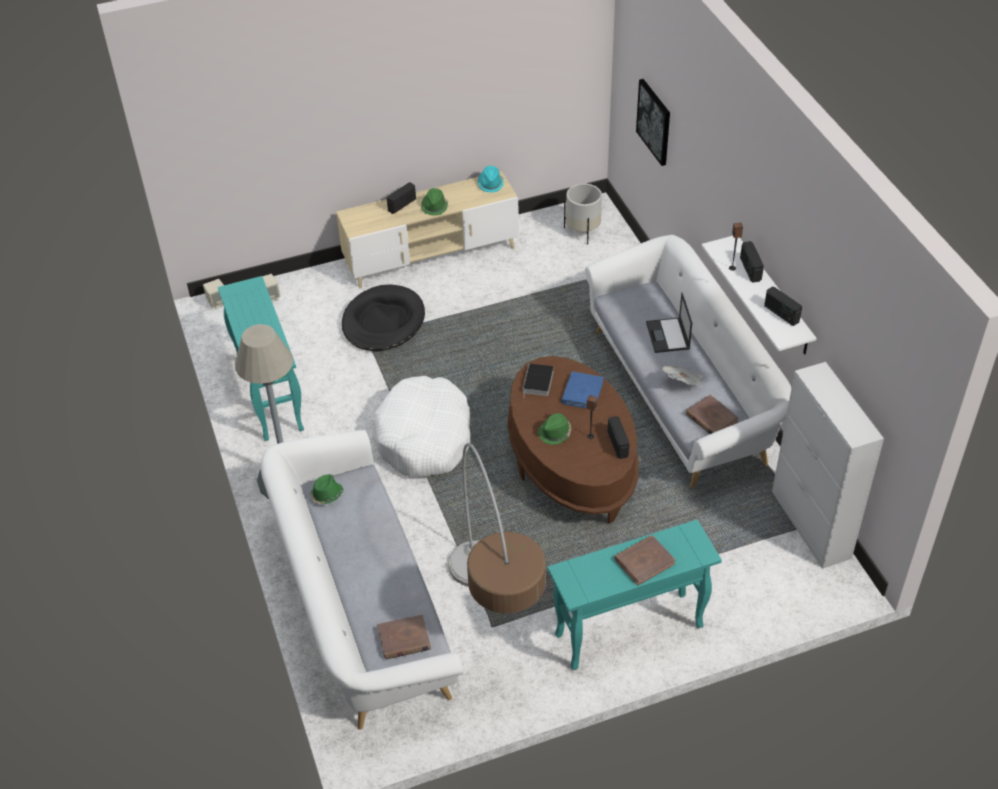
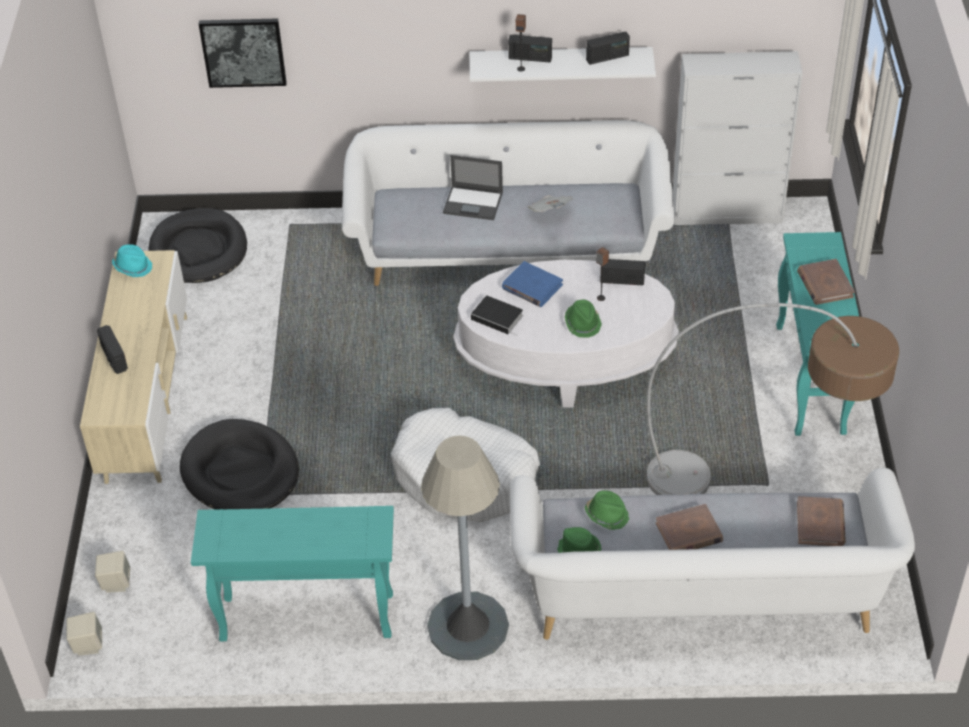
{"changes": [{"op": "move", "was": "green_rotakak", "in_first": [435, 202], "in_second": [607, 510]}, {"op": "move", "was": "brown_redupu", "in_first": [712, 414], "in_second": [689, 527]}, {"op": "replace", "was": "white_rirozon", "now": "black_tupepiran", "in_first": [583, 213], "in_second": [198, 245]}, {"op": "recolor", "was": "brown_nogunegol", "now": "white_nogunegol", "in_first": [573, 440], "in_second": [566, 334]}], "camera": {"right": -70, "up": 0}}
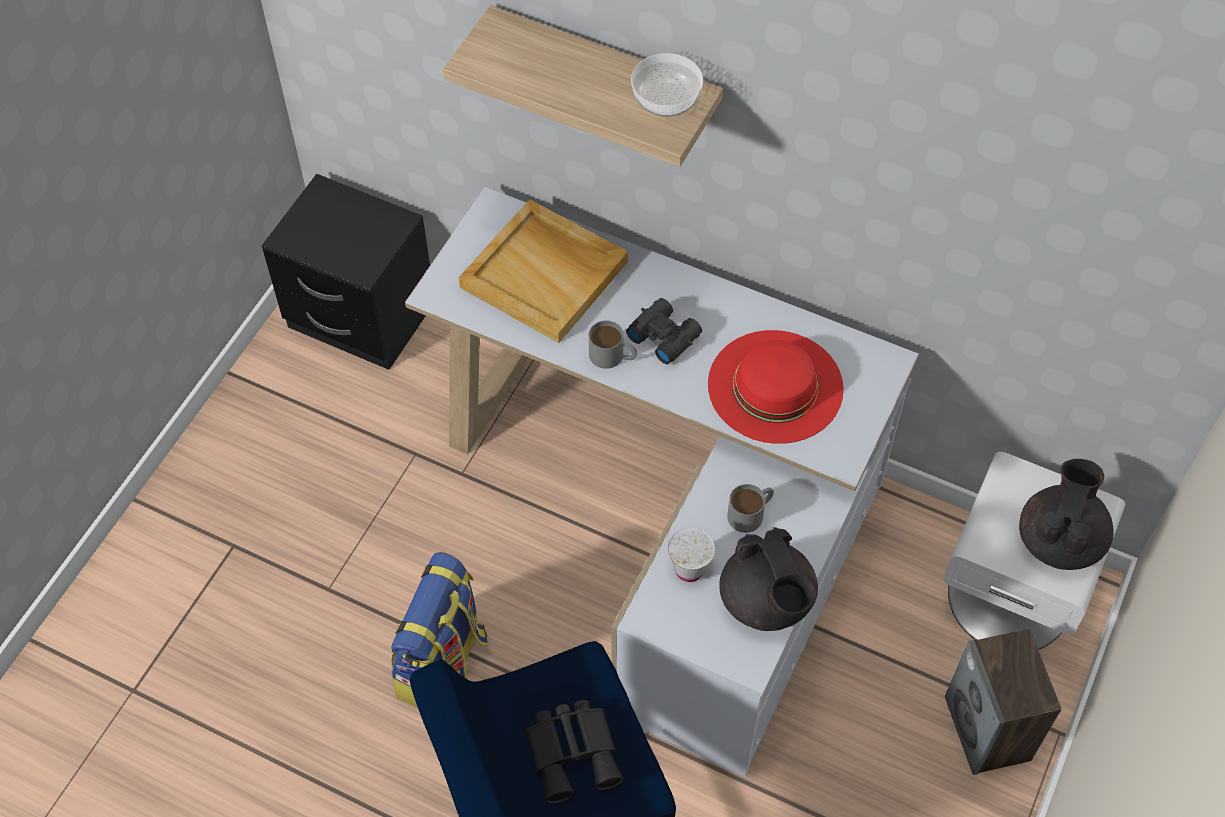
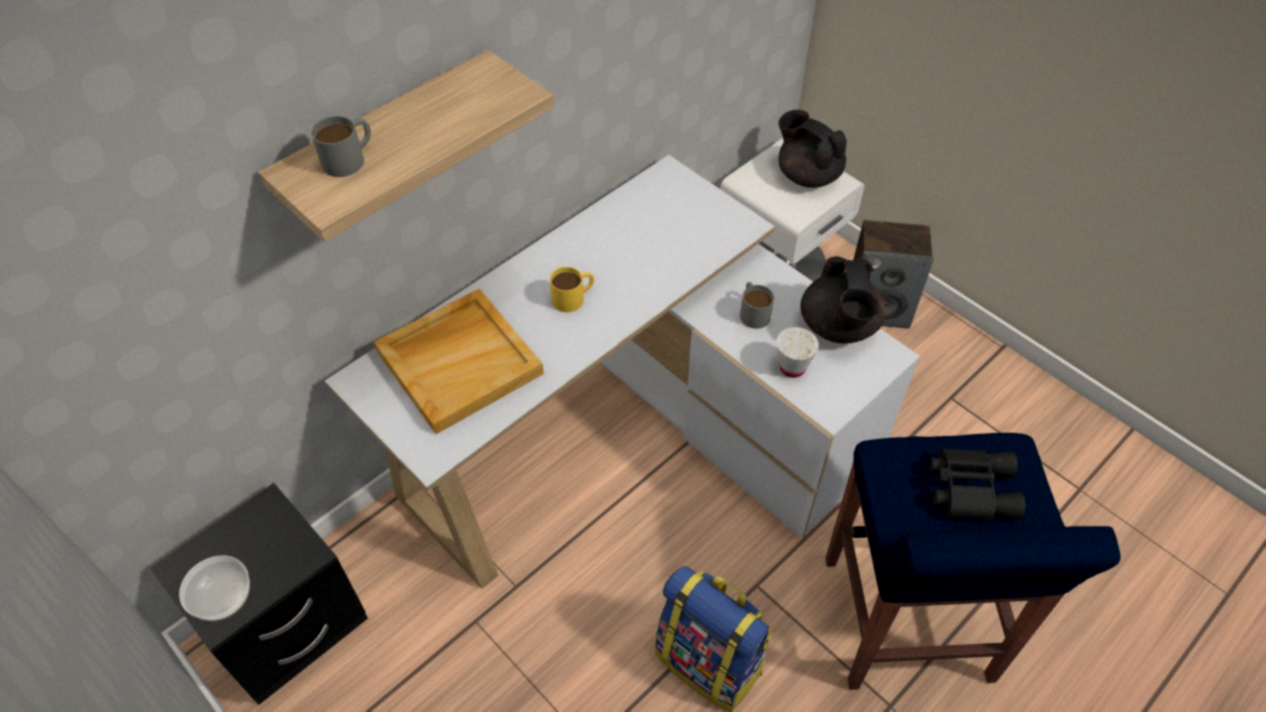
{"changes": [{"op": "delete", "was": "red_rotakak", "in_first": [776, 387]}, {"op": "move", "was": "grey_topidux", "in_first": [613, 345], "in_second": [341, 146]}, {"op": "move", "was": "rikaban", "in_first": [667, 85], "in_second": [214, 588]}, {"op": "replace", "was": "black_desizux", "now": "yellow_topidux", "in_first": [664, 331], "in_second": [572, 289]}, {"op": "rotate", "was": "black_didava", "in_first": [768, 579], "in_second": [842, 300], "clockwise": 90}], "camera": {"right": -70, "up": -5}}
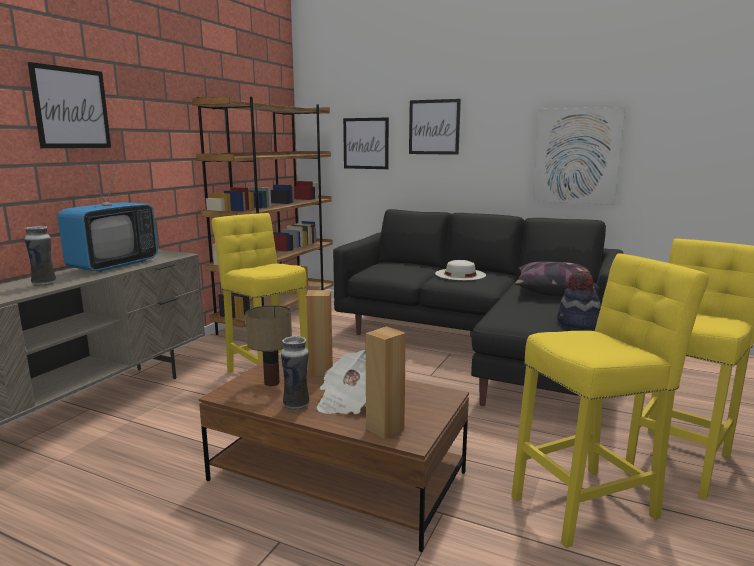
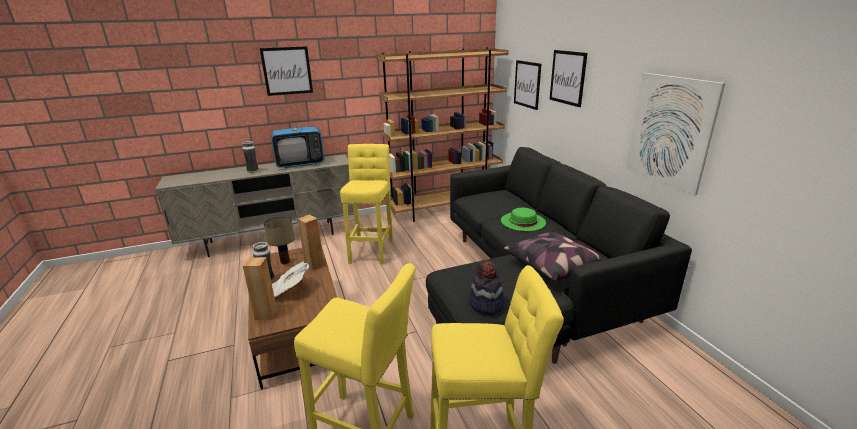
{"changes": [{"op": "recolor", "was": "white_rotakak", "now": "green_rotakak", "in_first": [460, 270], "in_second": [523, 219]}], "camera": {"right": 45, "up": 10}}
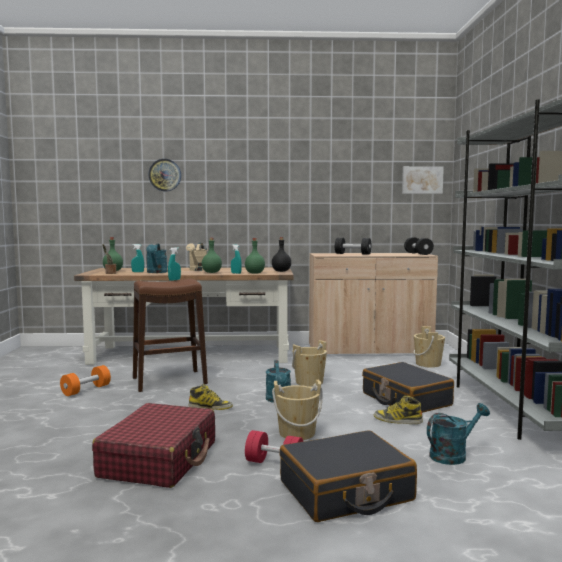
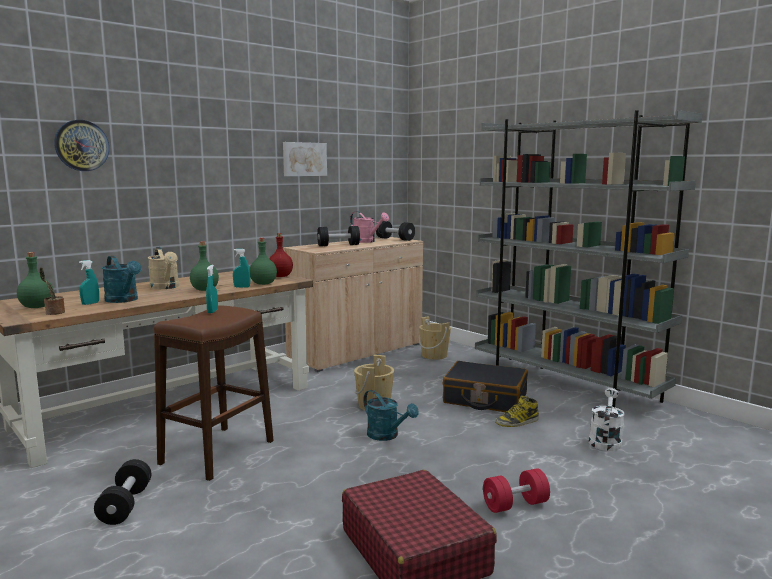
{"changes": [{"op": "delete", "was": "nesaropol", "in_first": [211, 397]}, {"op": "delete", "was": "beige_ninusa", "in_first": [297, 410]}, {"op": "delete", "was": "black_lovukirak", "in_first": [348, 476]}, {"op": "insert", "now": "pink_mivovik", "in_second": [369, 227]}, {"op": "move", "was": "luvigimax", "in_first": [423, 180], "in_second": [305, 159]}, {"op": "recolor", "was": "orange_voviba", "now": "black_voviba", "in_first": [85, 380], "in_second": [122, 492]}, {"op": "recolor", "was": "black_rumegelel", "now": "red_rumegelel", "in_first": [281, 254], "in_second": [281, 255]}, {"op": "recolor", "was": "turquoise_mivovik", "now": "white_mivovik", "in_first": [458, 434], "in_second": [607, 419]}], "camera": {"right": -40, "up": 5}}
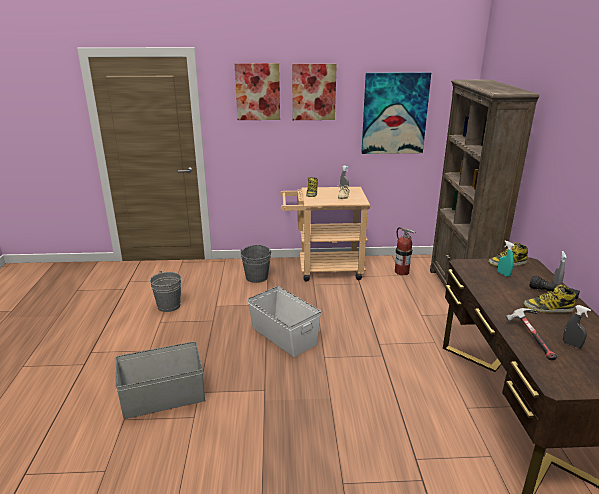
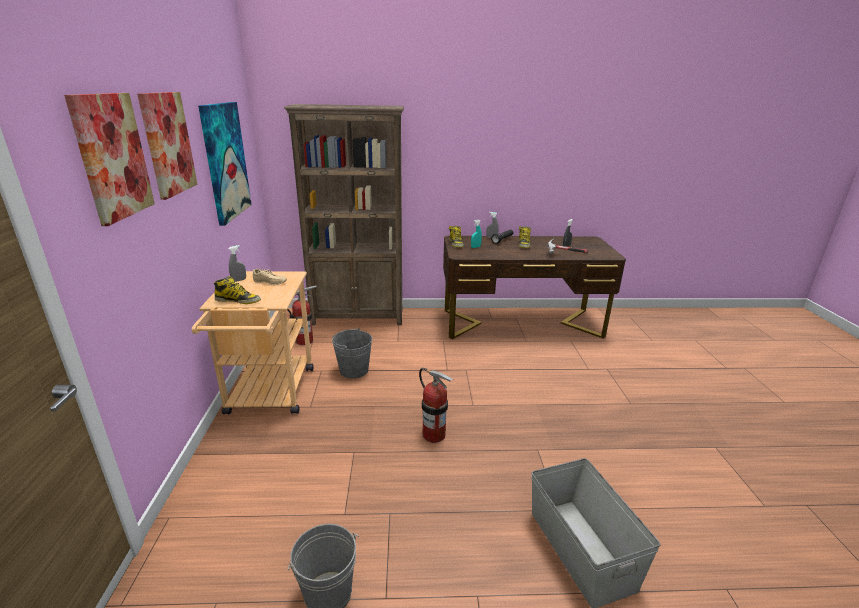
{"changes": [{"op": "move", "was": "grey_ninusa", "in_first": [255, 264], "in_second": [352, 353]}, {"op": "replace", "was": "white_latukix", "now": "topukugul", "in_first": [284, 321], "in_second": [436, 405]}], "camera": {"right": -90, "up": 0}}
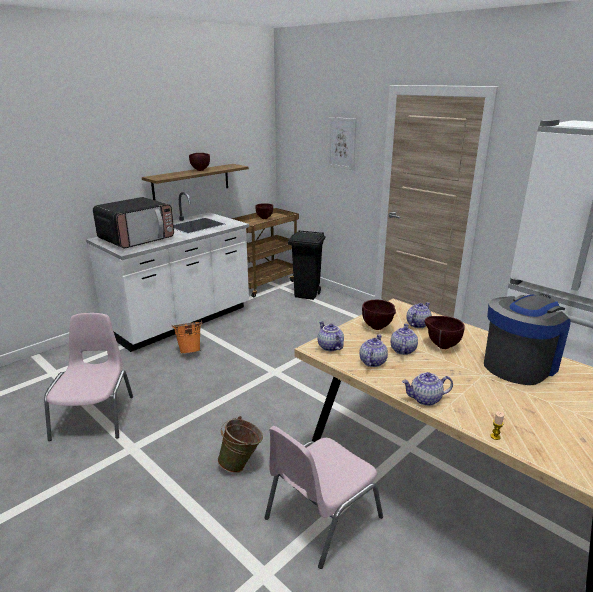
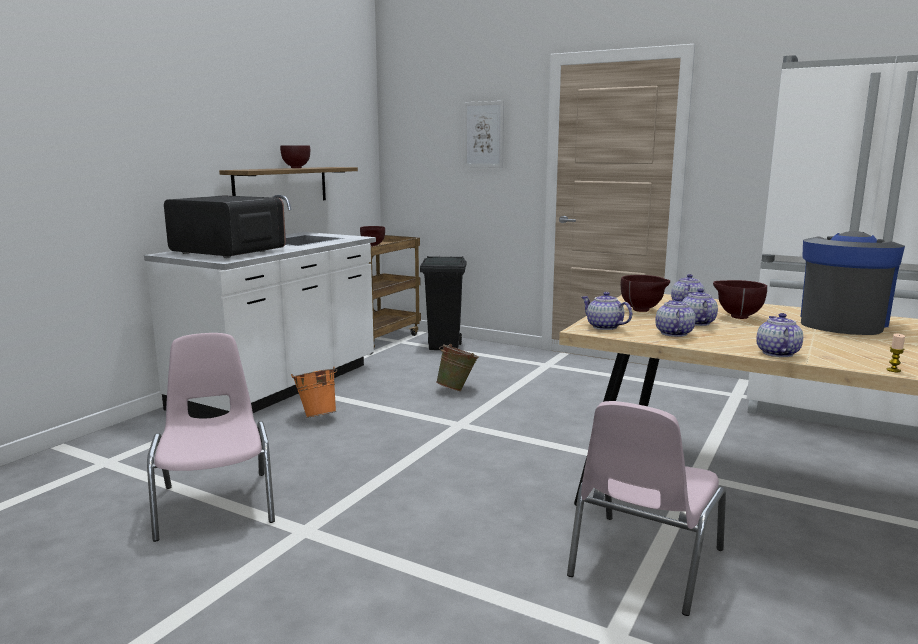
{"changes": [{"op": "move", "was": "green_ninusa", "in_first": [240, 444], "in_second": [457, 367]}, {"op": "rotate", "was": "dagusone", "in_first": [133, 223], "in_second": [225, 226], "clockwise": -90}, {"op": "rotate", "was": "didava", "in_first": [427, 389], "in_second": [779, 335], "clockwise": 120}], "camera": {"right": -15, "up": -10}}
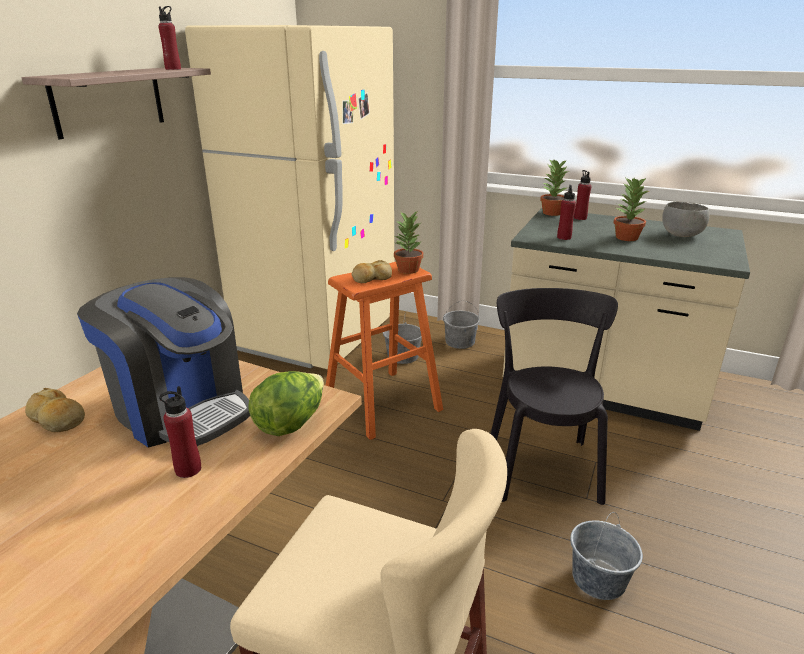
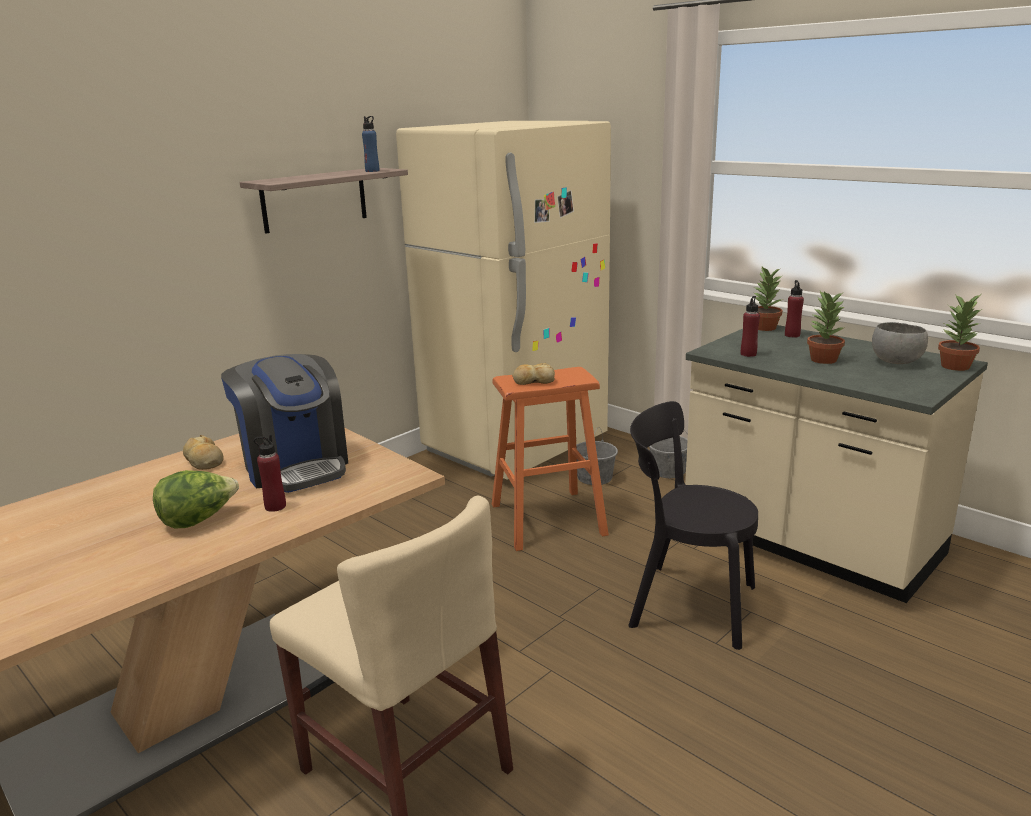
{"changes": [{"op": "delete", "was": "grey_ninusa", "in_first": [606, 556]}, {"op": "move", "was": "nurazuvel", "in_first": [286, 403], "in_second": [196, 499]}, {"op": "move", "was": "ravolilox", "in_first": [408, 242], "in_second": [959, 332]}, {"op": "recolor", "was": "red_rumegelel", "now": "blue_rumegelel", "in_first": [169, 38], "in_second": [370, 144]}, {"op": "rotate", "was": "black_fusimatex", "in_first": [554, 396], "in_second": [693, 525], "clockwise": -90}], "camera": {"right": 20, "up": -5}}
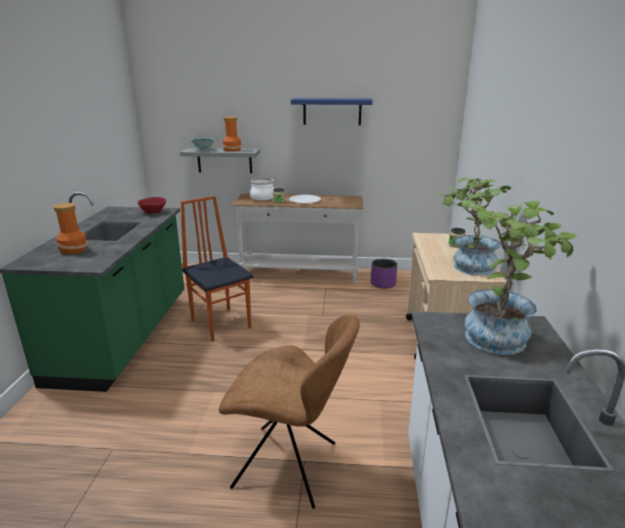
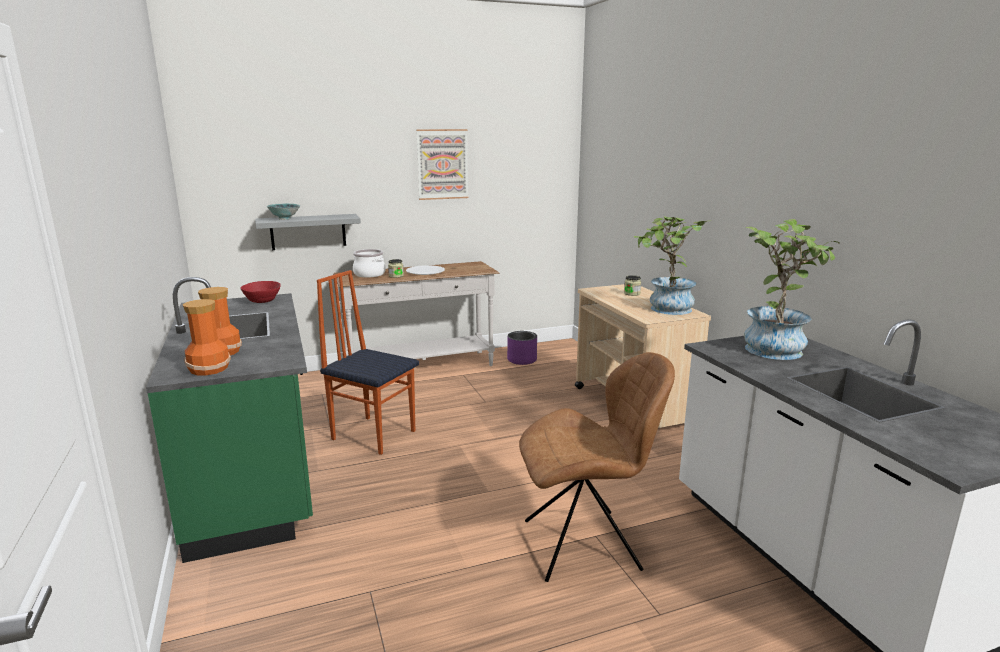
{"changes": [{"op": "move", "was": "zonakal", "in_first": [232, 134], "in_second": [207, 337]}, {"op": "replace", "was": "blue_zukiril", "now": "luvigimax", "in_first": [332, 111], "in_second": [442, 164]}], "camera": {"right": -25, "up": -5}}
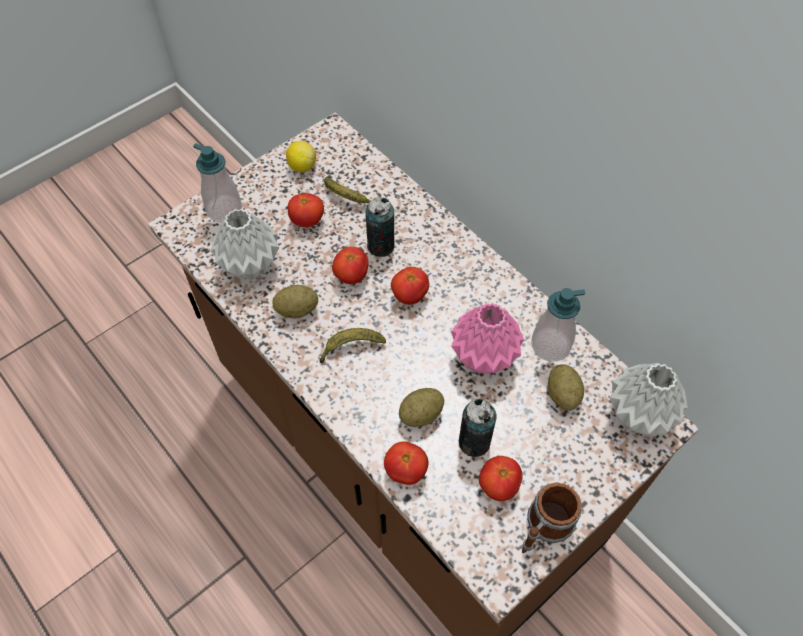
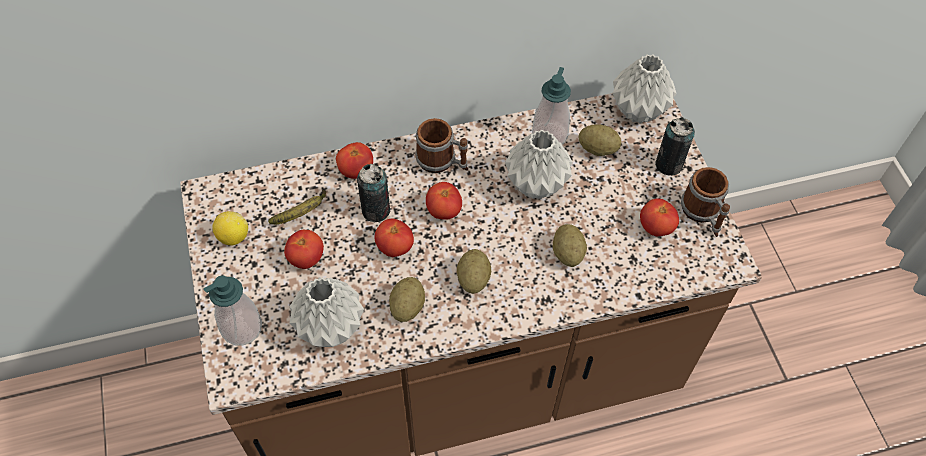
{"changes": [{"op": "insert", "now": "topidux", "in_second": [441, 145]}, {"op": "move", "was": "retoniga", "in_first": [406, 463], "in_second": [354, 160]}, {"op": "move", "was": "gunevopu", "in_first": [478, 428], "in_second": [675, 146]}, {"op": "replace", "was": "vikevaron", "now": "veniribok", "in_first": [353, 346], "in_second": [474, 271]}, {"op": "recolor", "was": "pink_zonakal", "now": "grey_zonakal", "in_first": [487, 338], "in_second": [538, 164]}], "camera": {"right": -65, "up": 0}}
